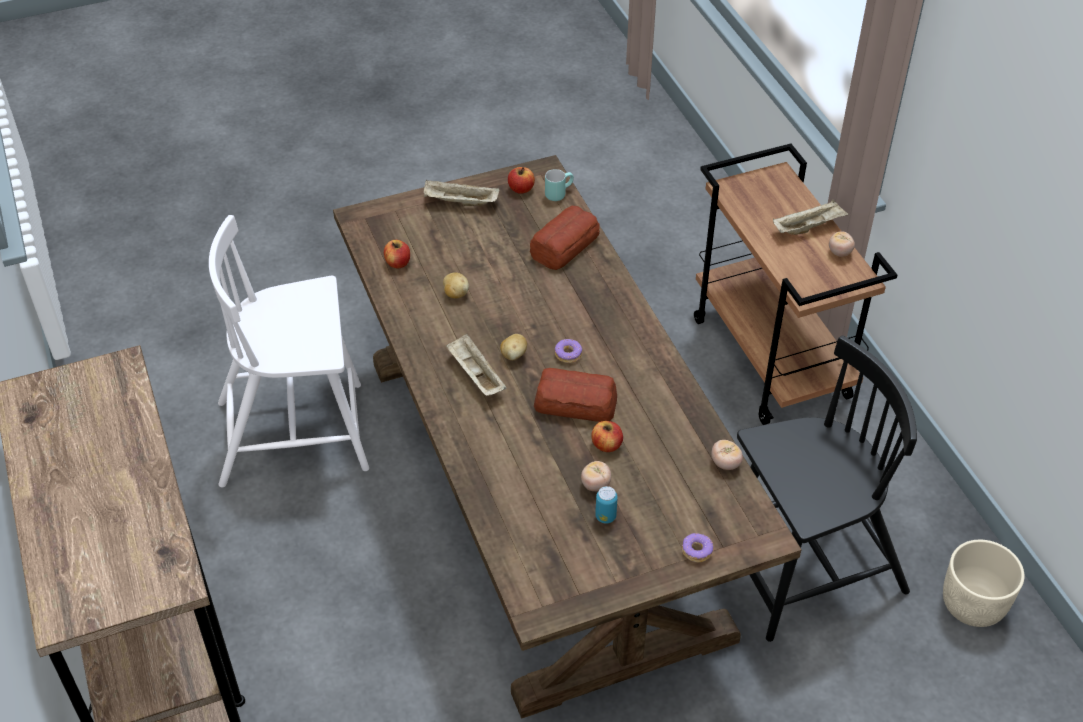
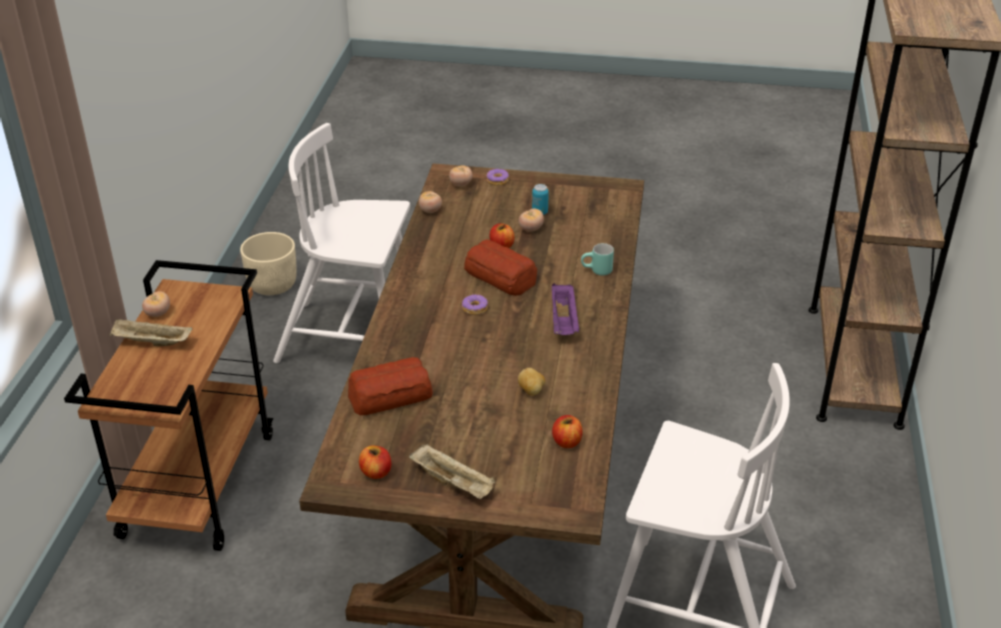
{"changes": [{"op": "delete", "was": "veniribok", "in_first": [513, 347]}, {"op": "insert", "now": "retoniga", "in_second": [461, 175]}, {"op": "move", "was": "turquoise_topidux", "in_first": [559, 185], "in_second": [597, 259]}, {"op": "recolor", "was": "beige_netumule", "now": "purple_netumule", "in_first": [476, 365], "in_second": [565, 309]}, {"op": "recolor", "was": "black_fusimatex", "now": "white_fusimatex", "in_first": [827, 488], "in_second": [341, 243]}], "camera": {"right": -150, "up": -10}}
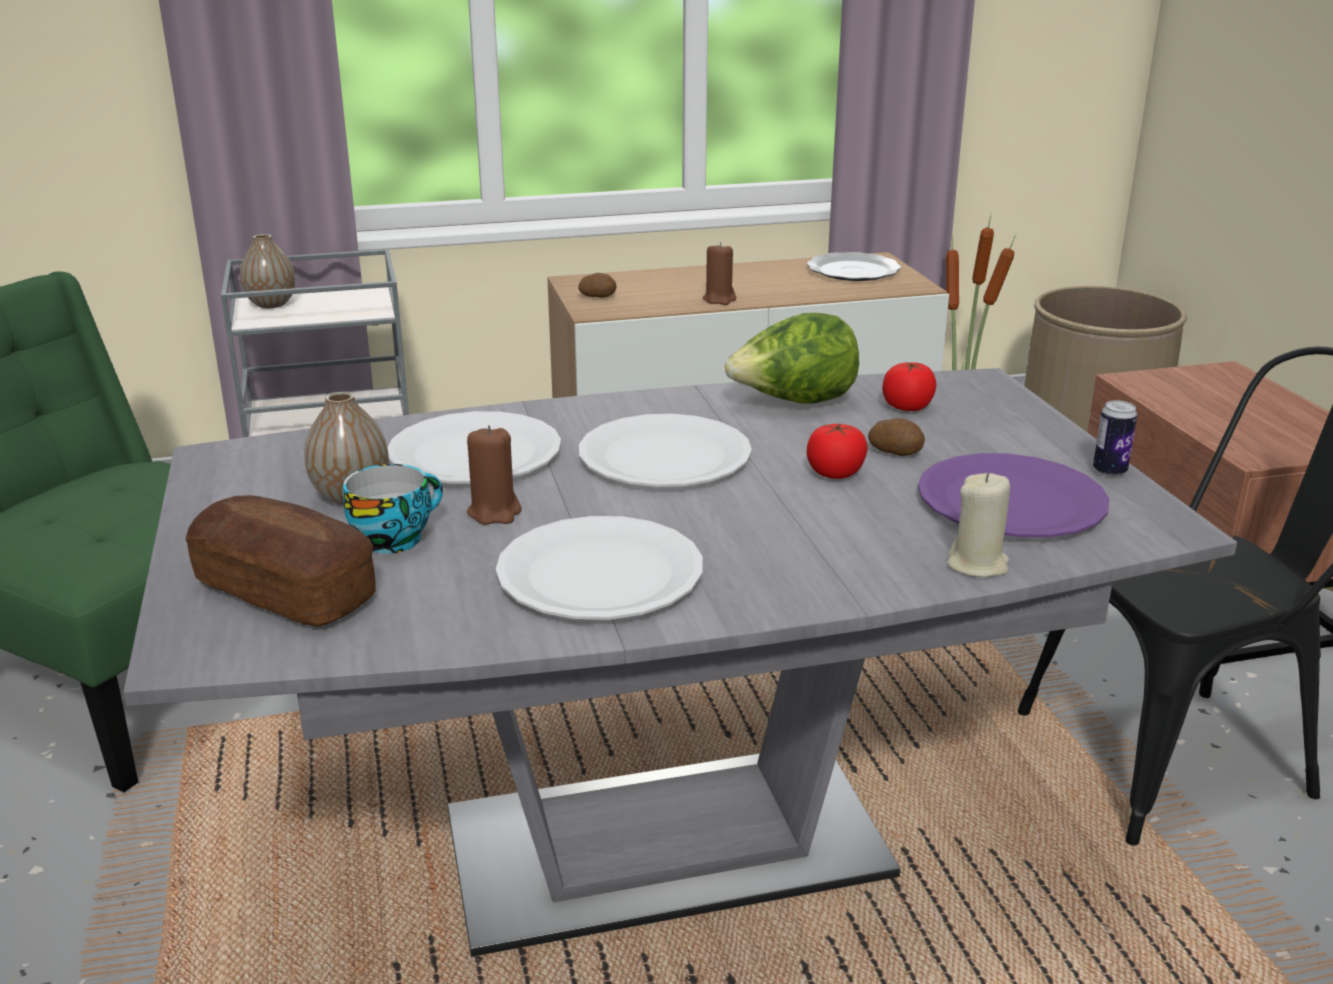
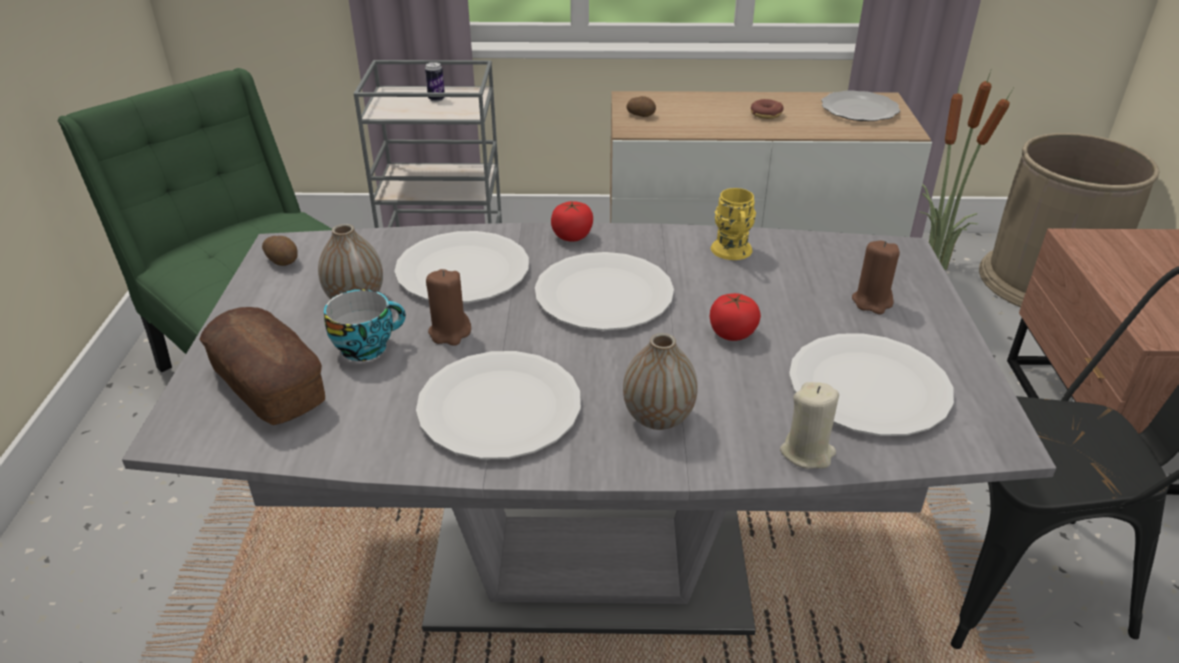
{"changes": [{"op": "insert", "now": "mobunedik", "in_second": [767, 109]}, {"op": "move", "was": "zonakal", "in_first": [267, 271], "in_second": [660, 381]}, {"op": "move", "was": "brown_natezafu", "in_first": [719, 273], "in_second": [876, 277]}, {"op": "move", "was": "veniribok", "in_first": [896, 437], "in_second": [279, 251]}, {"op": "move", "was": "retoniga", "in_first": [909, 386], "in_second": [572, 221]}, {"op": "move", "was": "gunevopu", "in_first": [1115, 438], "in_second": [435, 82]}, {"op": "replace", "was": "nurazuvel", "now": "yellow_topidux", "in_first": [792, 358], "in_second": [733, 224]}, {"op": "recolor", "was": "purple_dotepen", "now": "white_dotepen", "in_first": [1014, 495], "in_second": [871, 384]}], "camera": {"right": 15, "up": 10}}
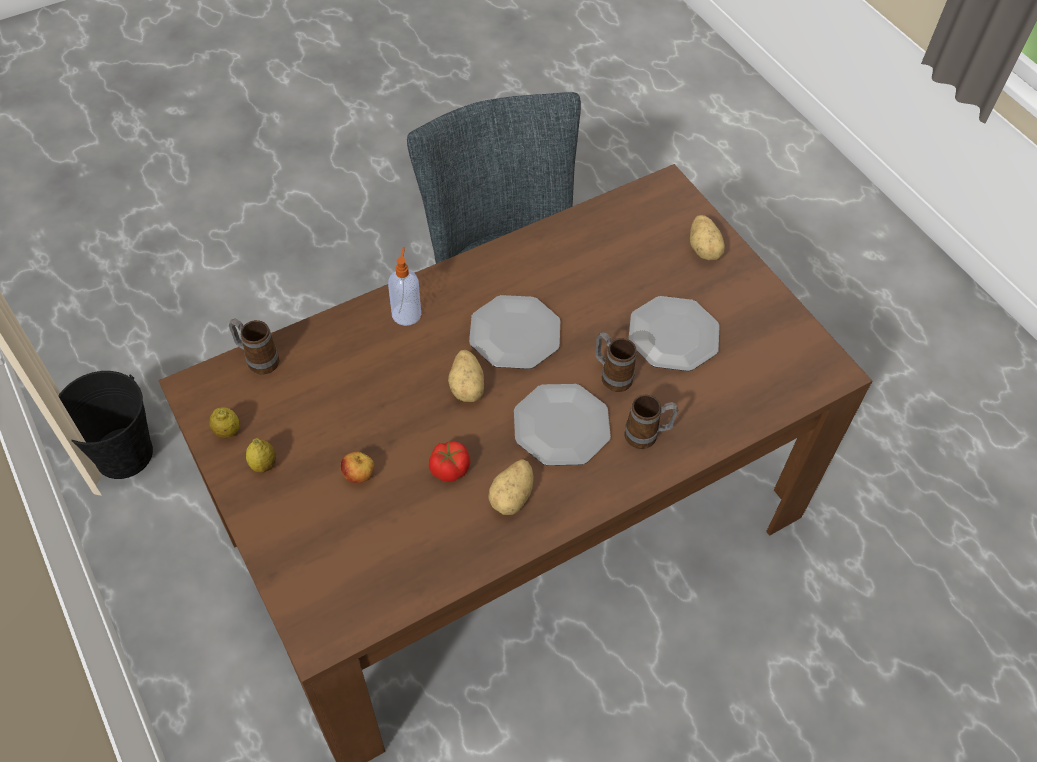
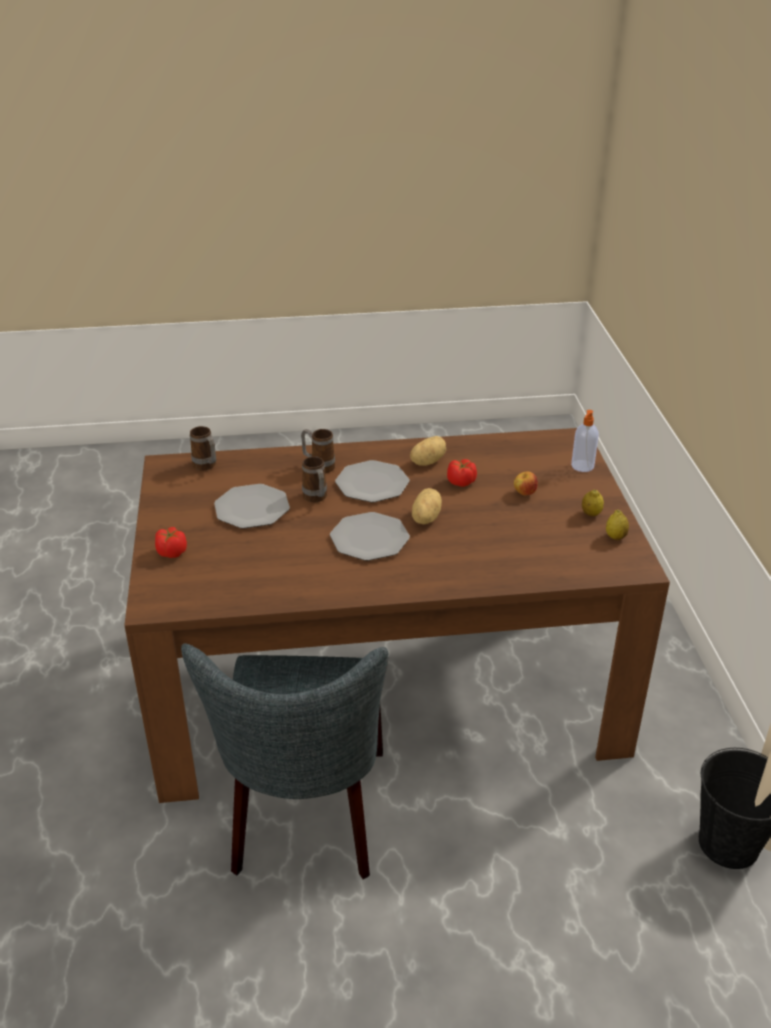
{"changes": [{"op": "move", "was": "topidux", "in_first": [254, 347], "in_second": [203, 448]}, {"op": "move", "was": "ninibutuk", "in_first": [404, 286], "in_second": [585, 441]}, {"op": "replace", "was": "veniribok", "now": "retoniga", "in_first": [707, 237], "in_second": [171, 542]}], "camera": {"right": -155, "up": -20}}
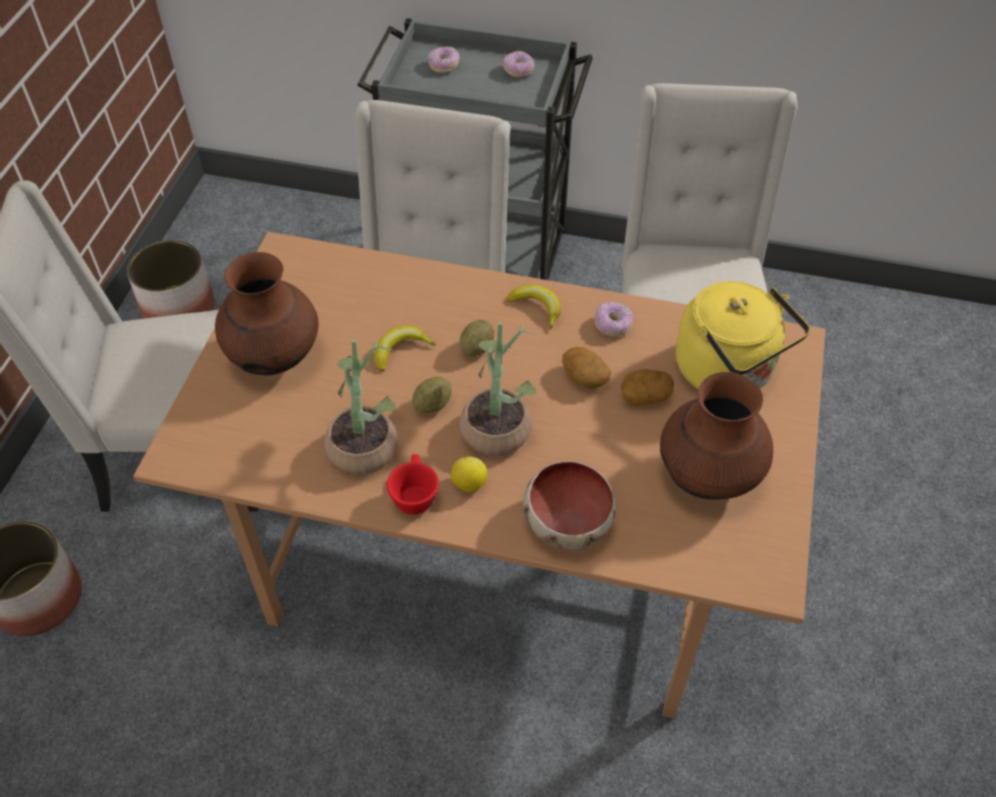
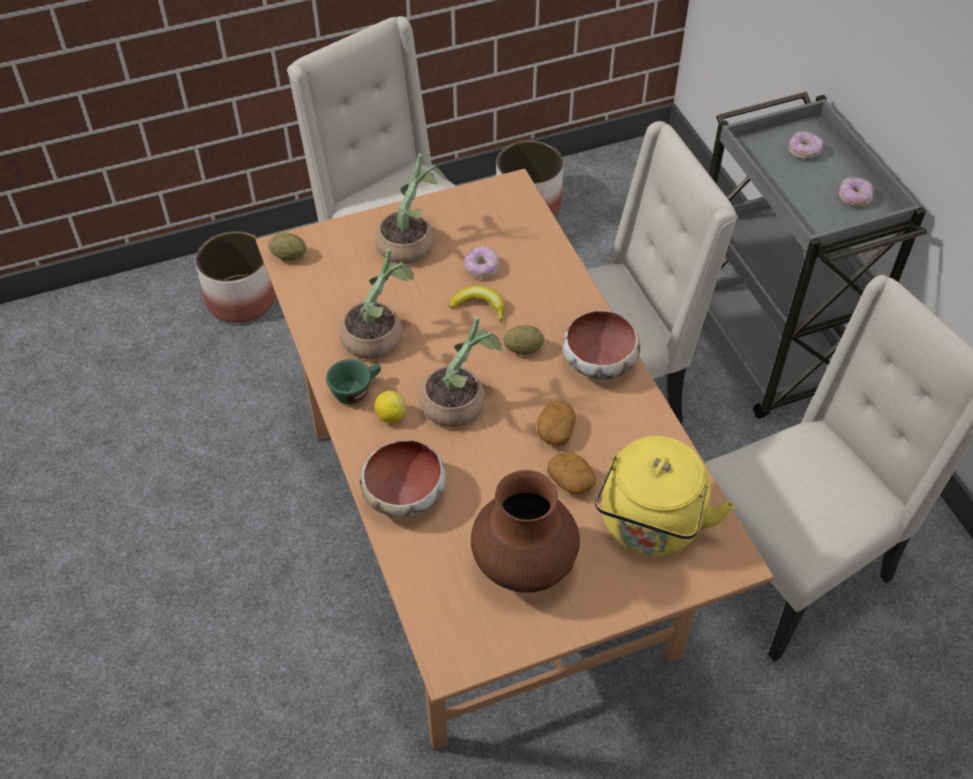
{"changes": [{"op": "move", "was": "veniribok", "in_first": [432, 395], "in_second": [287, 246]}, {"op": "move", "was": "mobunedik", "in_first": [613, 319], "in_second": [481, 262]}, {"op": "replace", "was": "brown_zonakal", "now": "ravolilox", "in_first": [266, 313], "in_second": [410, 208]}, {"op": "replace", "was": "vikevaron", "now": "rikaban", "in_first": [534, 307], "in_second": [601, 345]}, {"op": "recolor", "was": "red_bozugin", "now": "green_bozugin", "in_first": [413, 484], "in_second": [353, 381]}], "camera": {"right": 55, "up": 0}}
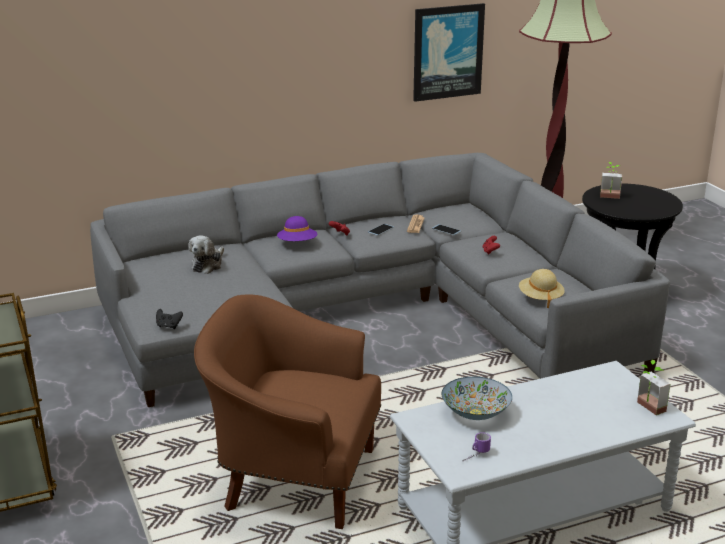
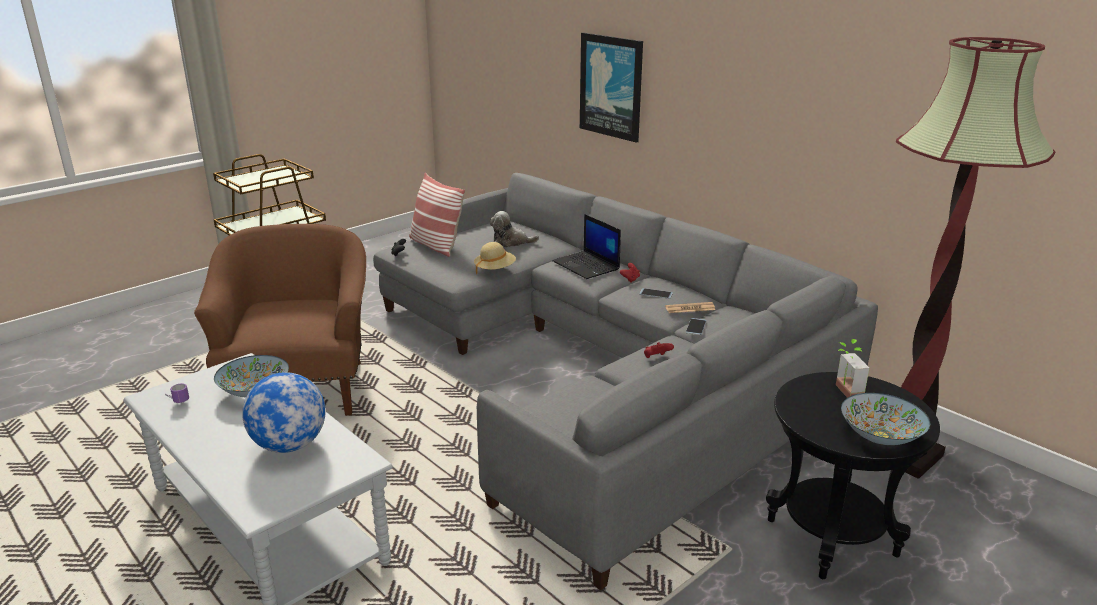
{"changes": [{"op": "delete", "was": "ravolilox", "in_first": [653, 387]}, {"op": "insert", "now": "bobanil", "in_second": [284, 412]}, {"op": "insert", "now": "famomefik", "in_second": [437, 215]}, {"op": "insert", "now": "rikaban", "in_second": [885, 419]}, {"op": "move", "was": "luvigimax", "in_first": [449, 52], "in_second": [611, 87]}, {"op": "move", "was": "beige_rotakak", "in_first": [542, 288], "in_second": [495, 258]}, {"op": "replace", "was": "purple_rotakak", "now": "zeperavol", "in_first": [297, 228], "in_second": [586, 246]}], "camera": {"right": 70, "up": 0}}
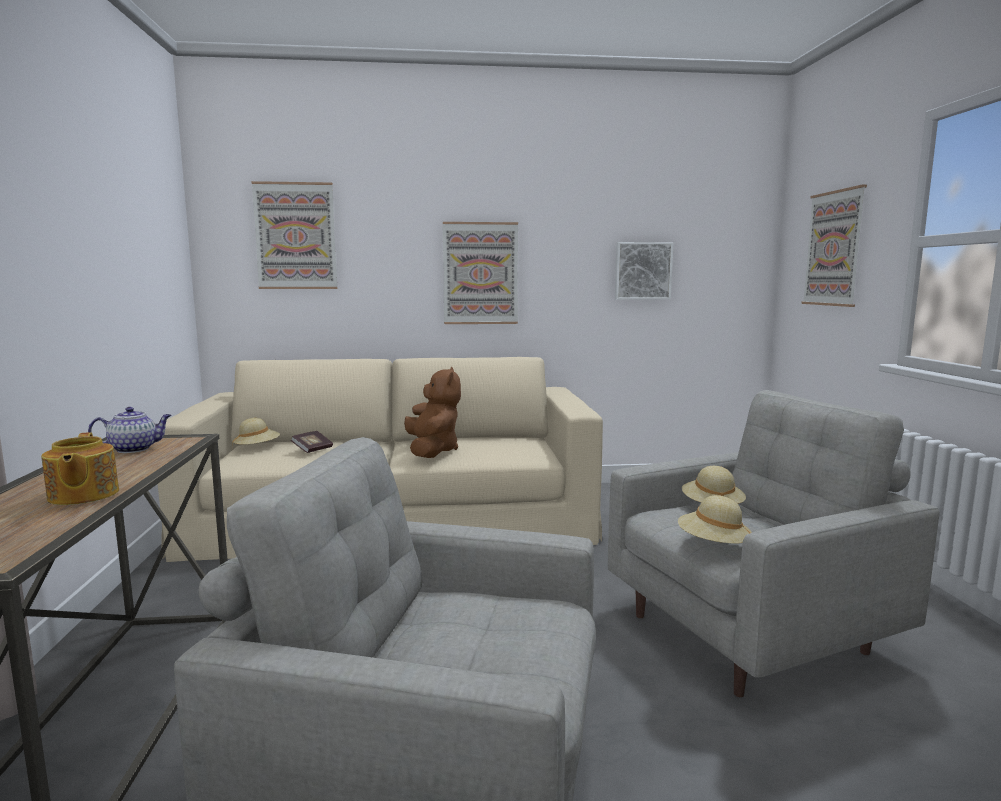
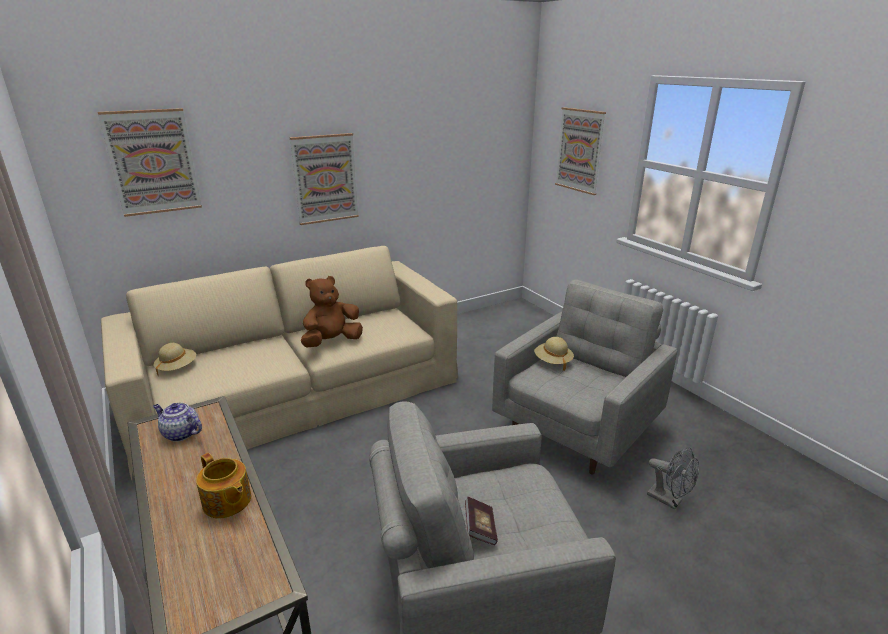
{"changes": [{"op": "delete", "was": "luvigimax", "in_first": [644, 271]}, {"op": "delete", "was": "beige_rotakak", "in_first": [715, 519]}, {"op": "insert", "now": "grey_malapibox", "in_second": [673, 478]}, {"op": "move", "was": "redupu", "in_first": [312, 442], "in_second": [481, 520]}, {"op": "rotate", "was": "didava", "in_first": [130, 430], "in_second": [177, 422], "clockwise": -105}, {"op": "rotate", "was": "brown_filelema", "in_first": [432, 412], "in_second": [332, 311], "clockwise": -90}], "camera": {"right": -25, "up": 15}}
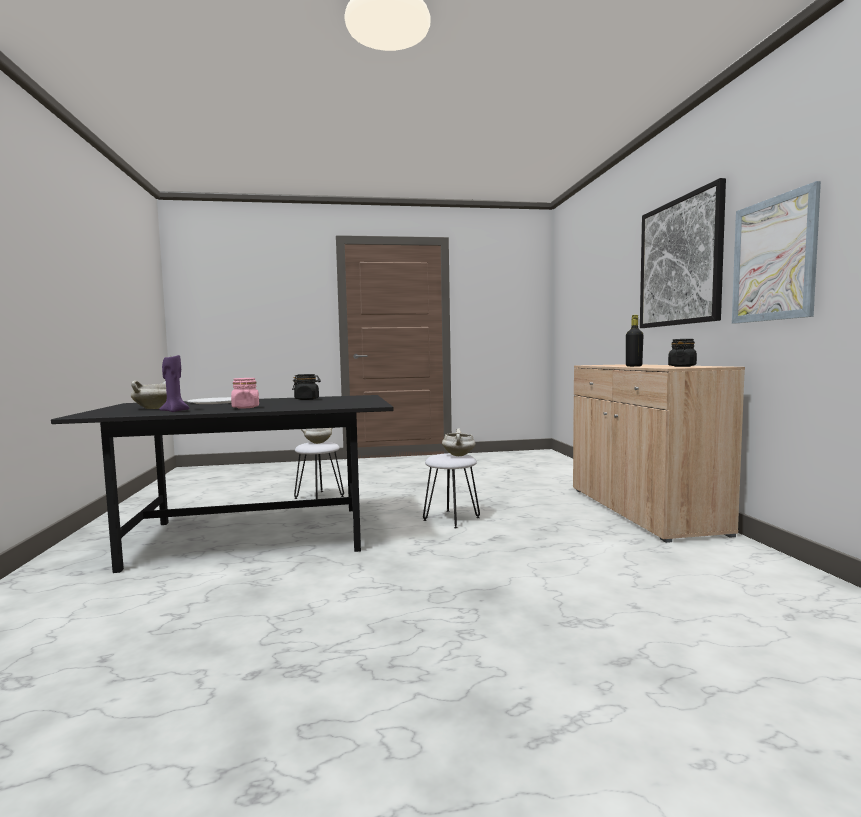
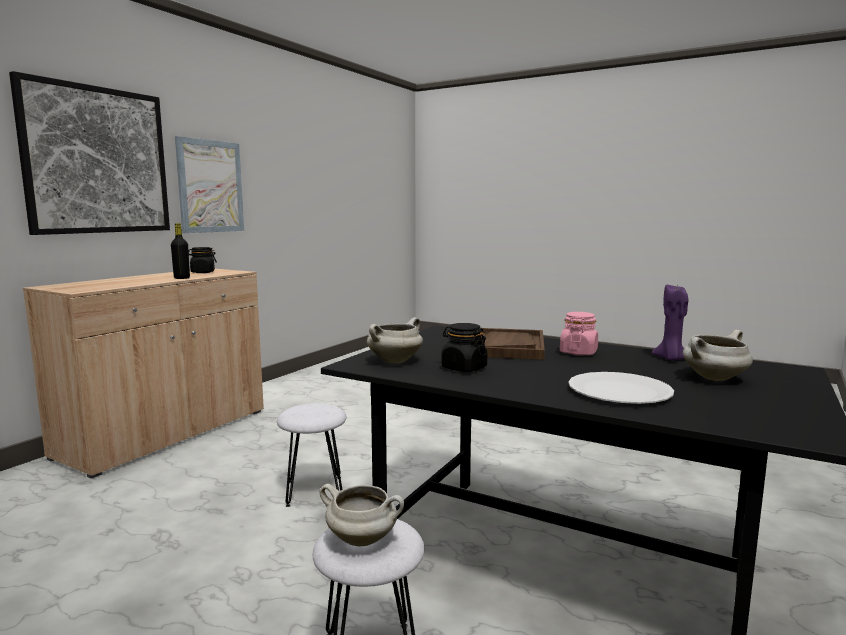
{"changes": [{"op": "insert", "now": "brown_netumule", "in_second": [513, 344]}, {"op": "move", "was": "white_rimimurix", "in_first": [459, 442], "in_second": [395, 340]}], "camera": {"right": -140, "up": 5}}
